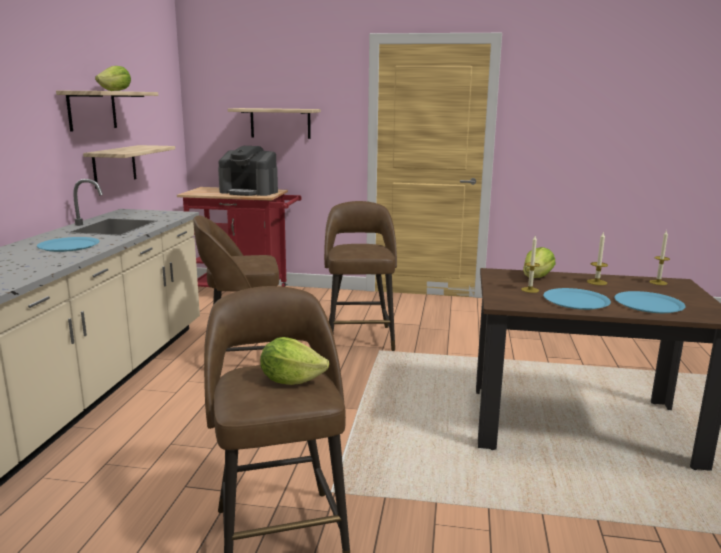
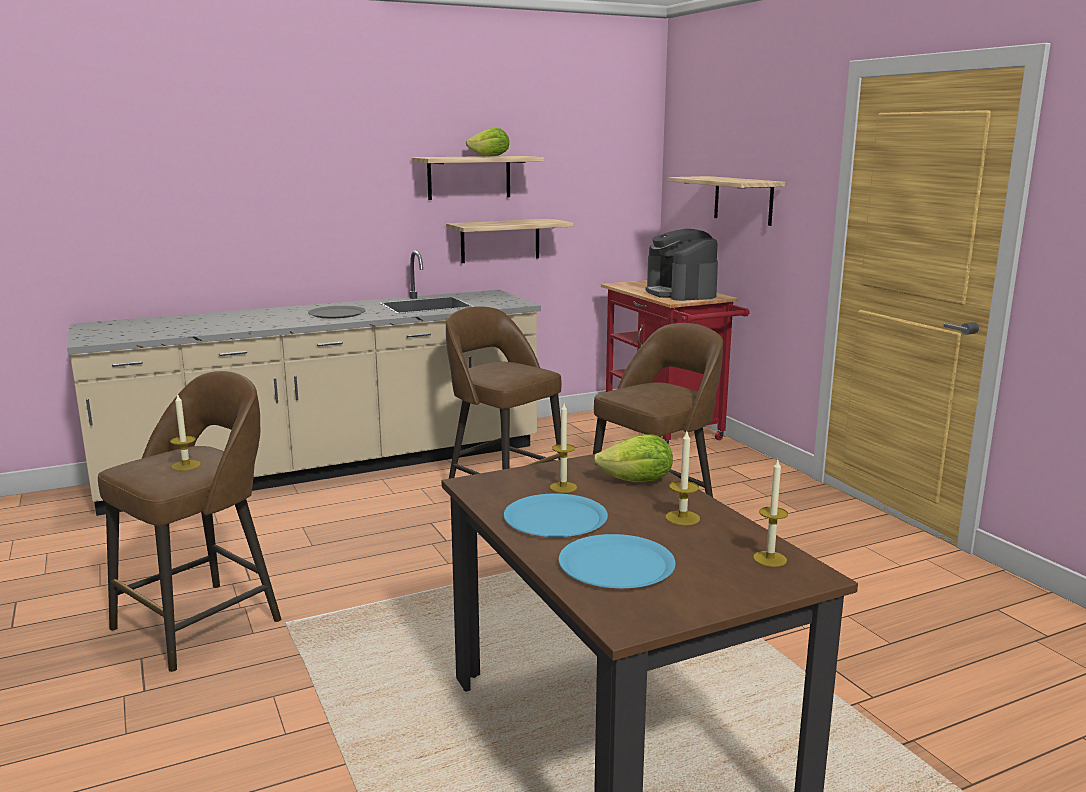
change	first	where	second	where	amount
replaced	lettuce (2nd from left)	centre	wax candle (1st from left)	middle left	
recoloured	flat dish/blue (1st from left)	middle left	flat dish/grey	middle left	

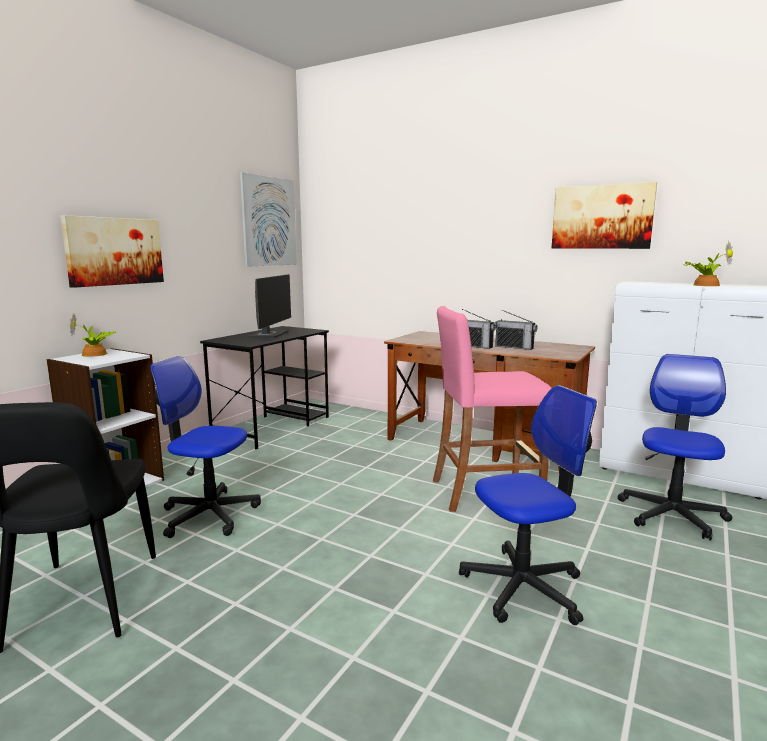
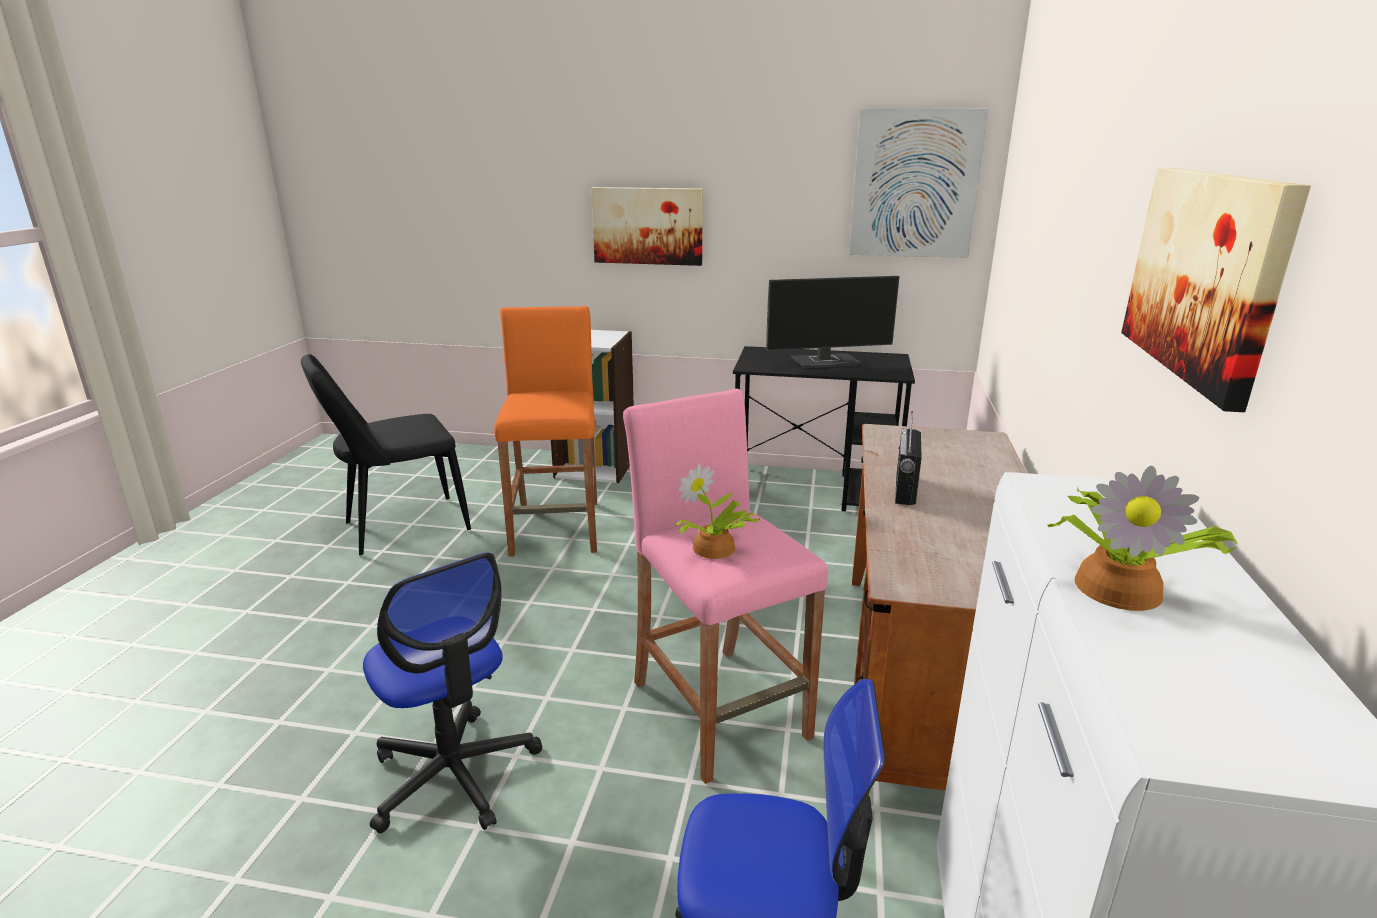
change	first	where	second	where	amount
removed	radio (2nd from left)	middle right			
moved	potted plant (1st from left)	middle left		centre	
replaced	office chair (1st from left)	middle left	stool/orange-coloured	centre	

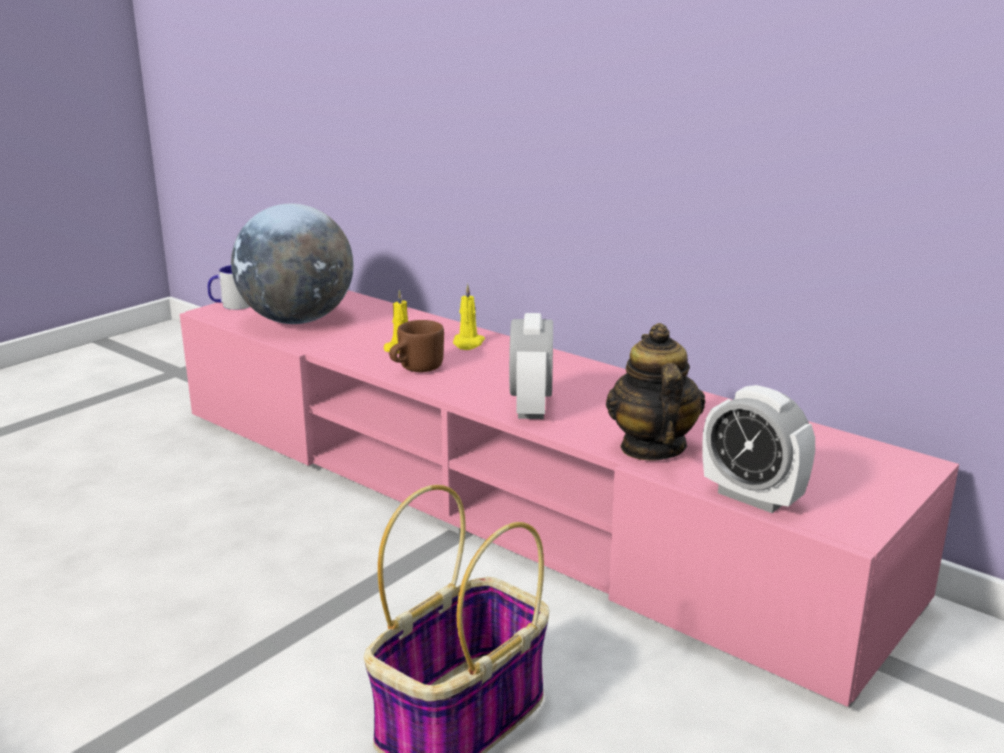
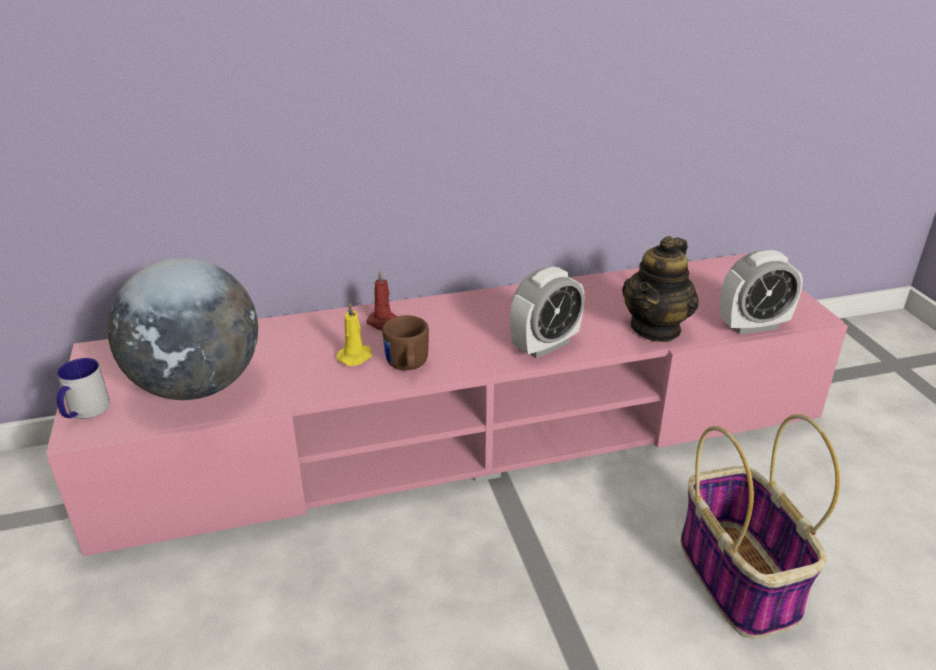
change	first	where	second	where	amount
recoloured	wax candle/yellow-coloured (2nd from left)	centre	wax candle/red-coloured	centre	
turned	table clock (1st from left)	centre		centre	105 degrees clockwise
turned	tea pot	centre		middle right	90 degrees counterclockwise

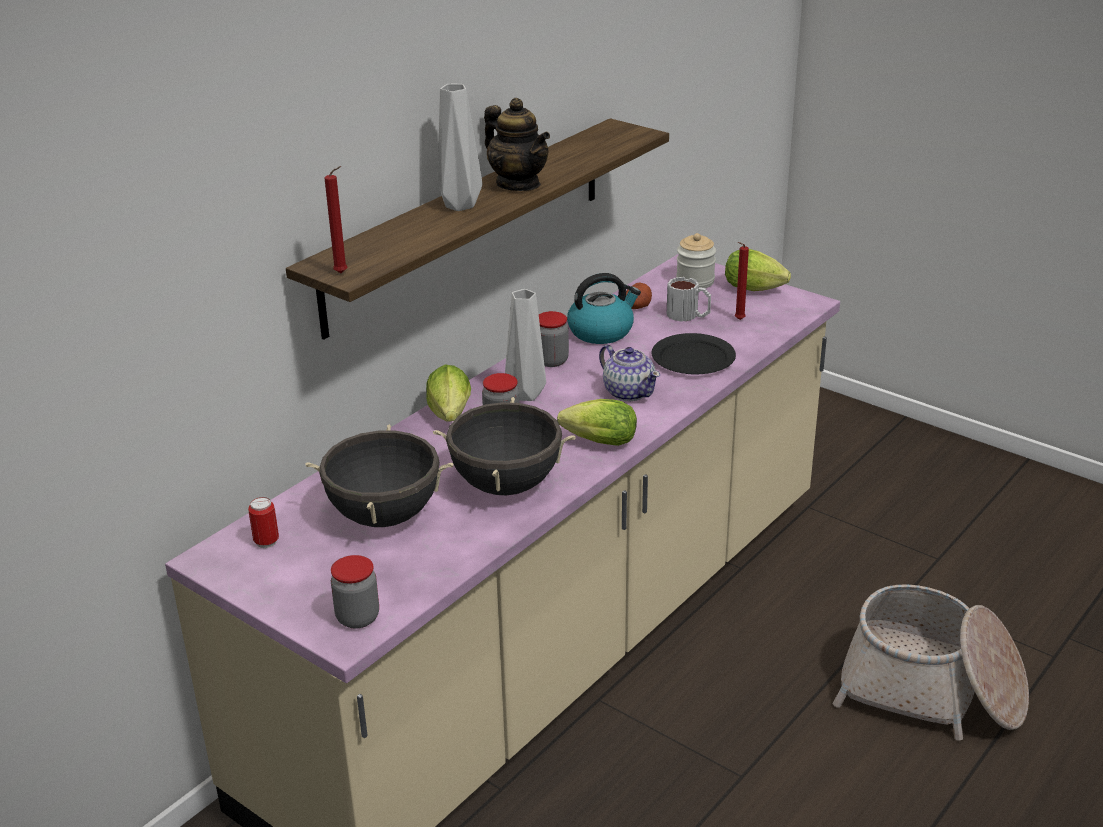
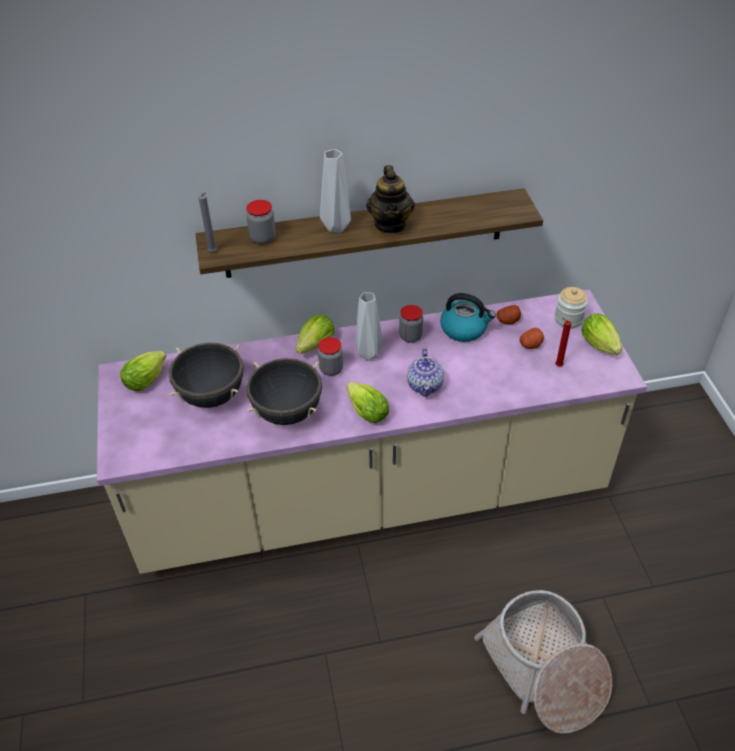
change	first	where	second	where	amount
removed	flat dish/blackish	centre			
moved	jar (1st from left)	bottom left		top centre	
replaced	sealed can	middle left	lettuce (1st from left)	middle left	
replaced	coffee mug	centre	potato (2nd from left)	middle right	
recoloured	wax candle/red-coloured (1st from left)	top left	wax candle/grey	top left	

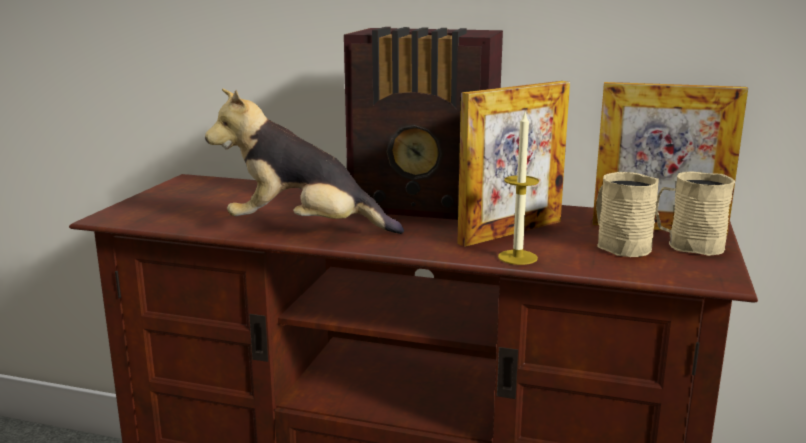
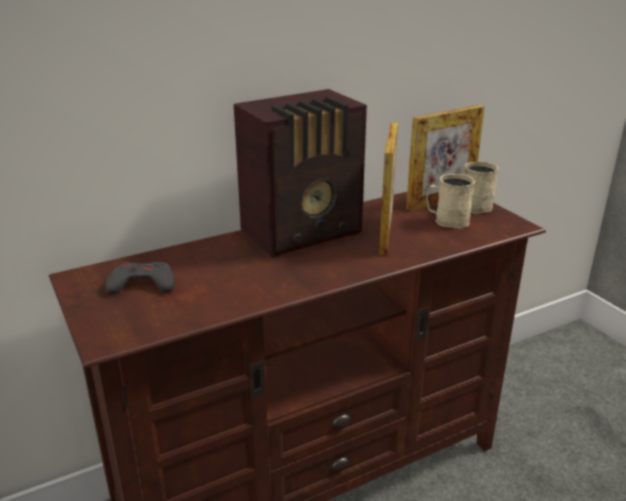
change	first	where	second	where	amount
removed	soft toy	centre			
removed	wax candle	centre			
added			gamepad/grey	middle left	

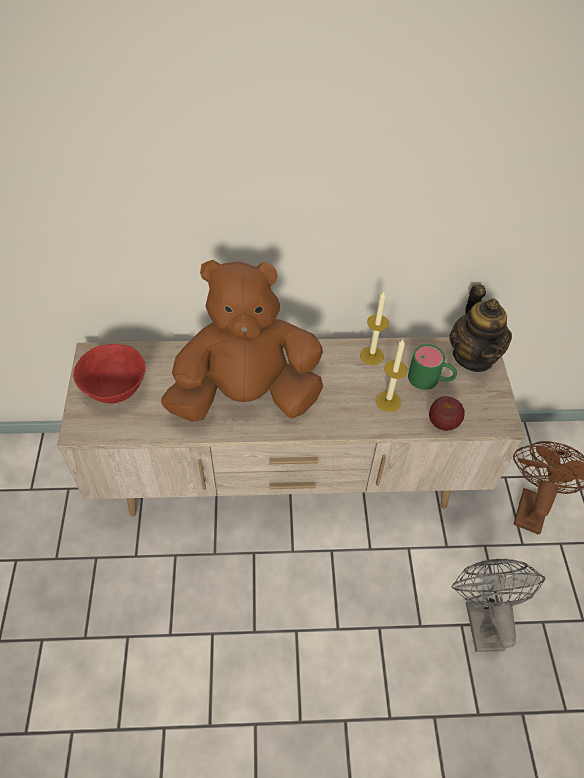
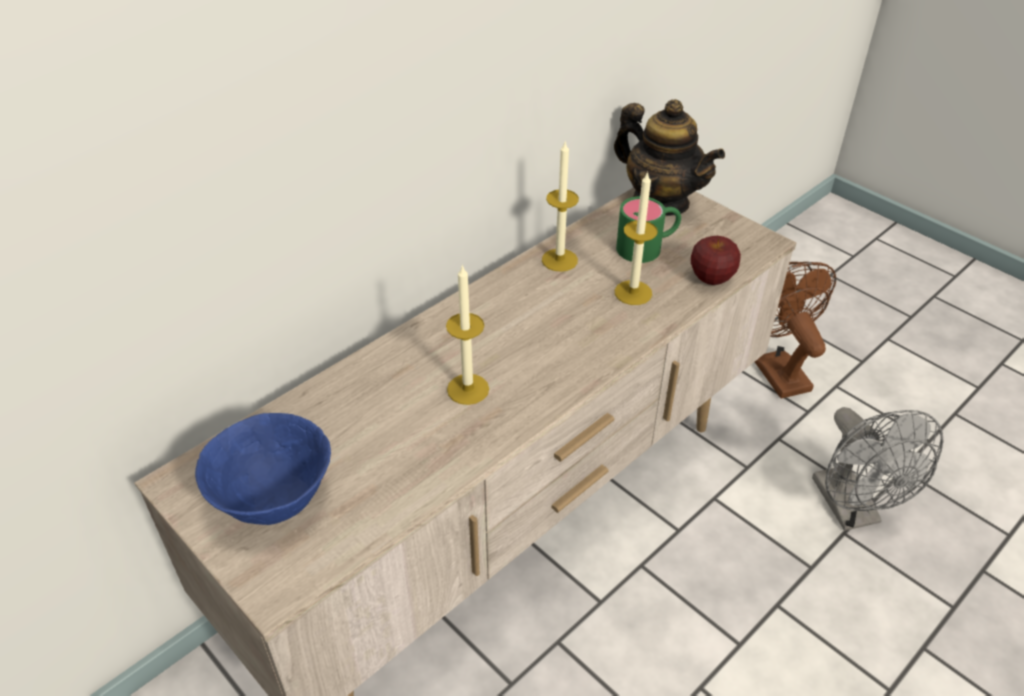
change	first	where	second	where	amount
replaced	soft toy/brown-coloured	centre	wax candle (1st from left)	centre	
recoloured	bowl/red-coloured	middle left	bowl/blue	bottom left	
turned	fan/grey	bottom right		bottom right	150 degrees counterclockwise

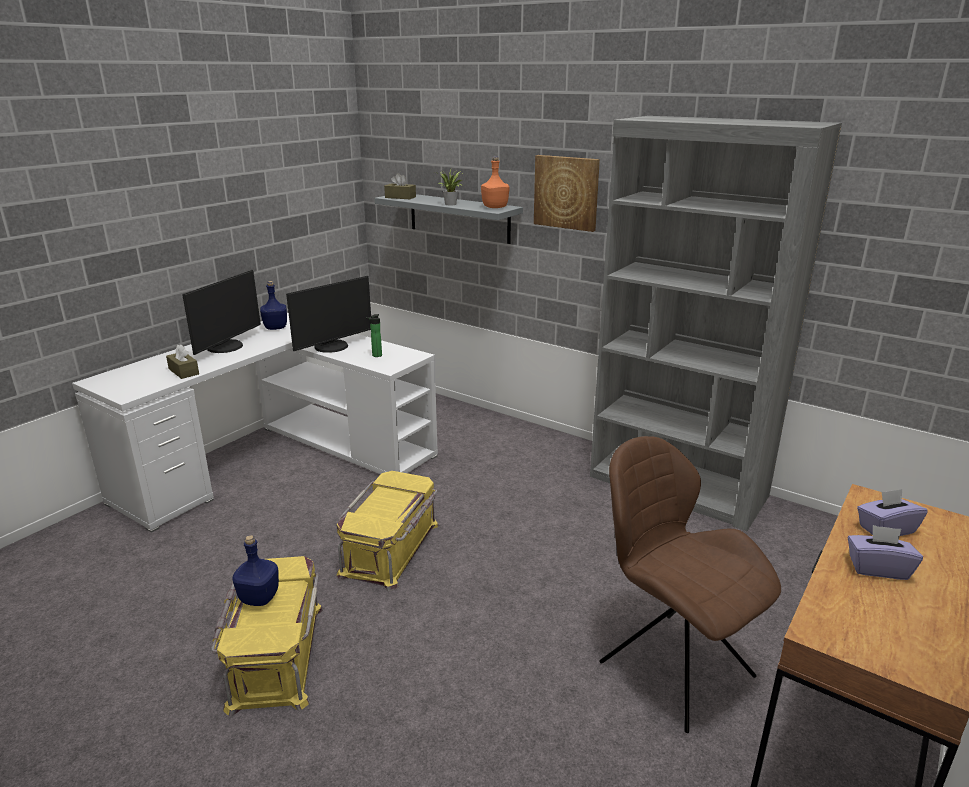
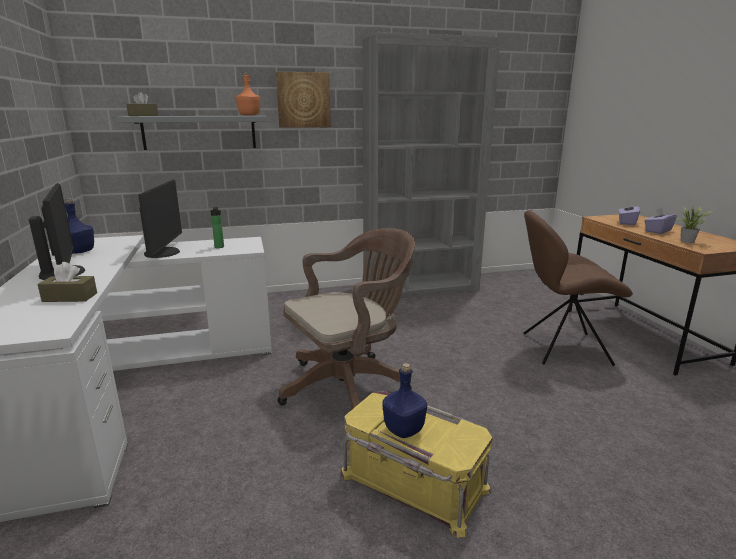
change	first	where	second	where	amount
moved	potted plant	top centre		middle right	
replaced	storage container/yellow-coloured (2nd from left)	bottom centre	office chair/brown-coloured	centre	

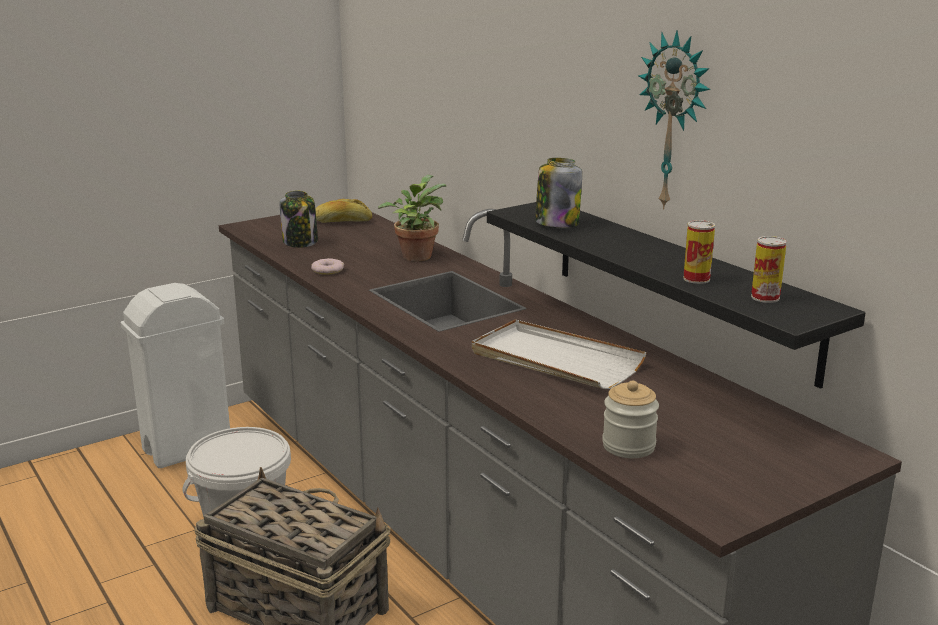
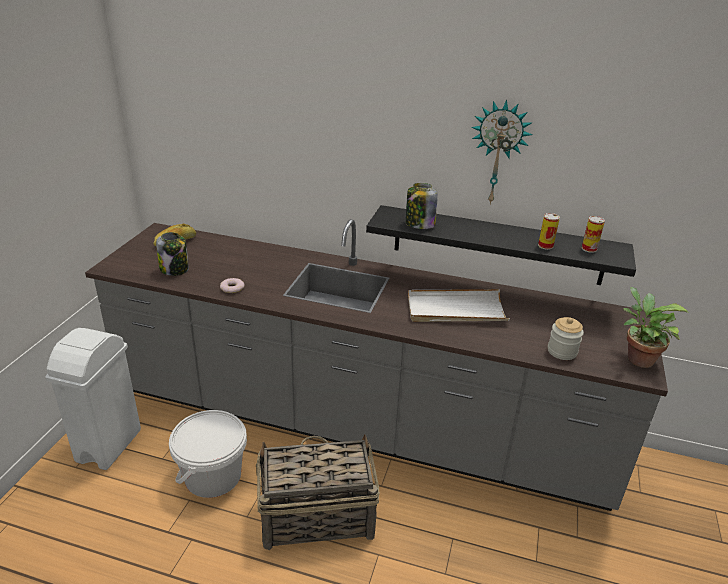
change	first	where	second	where	amount
moved	potted plant	centre		middle right	

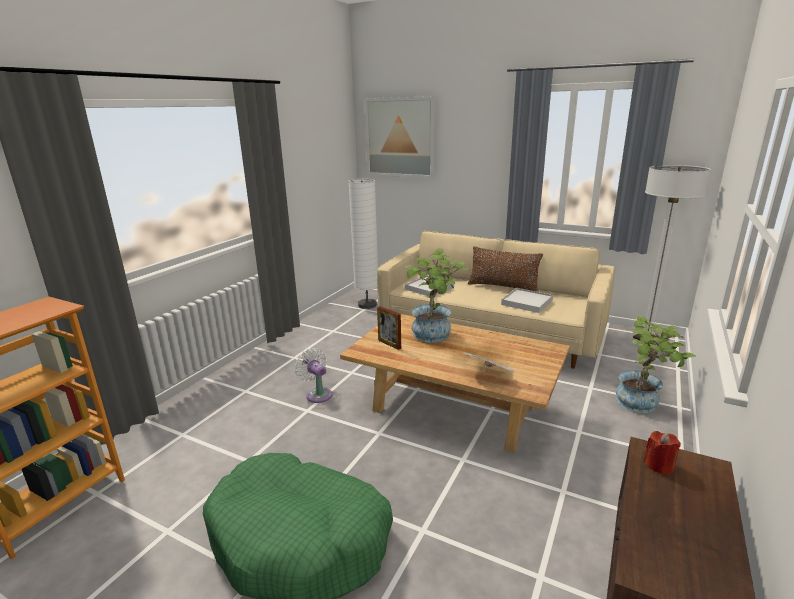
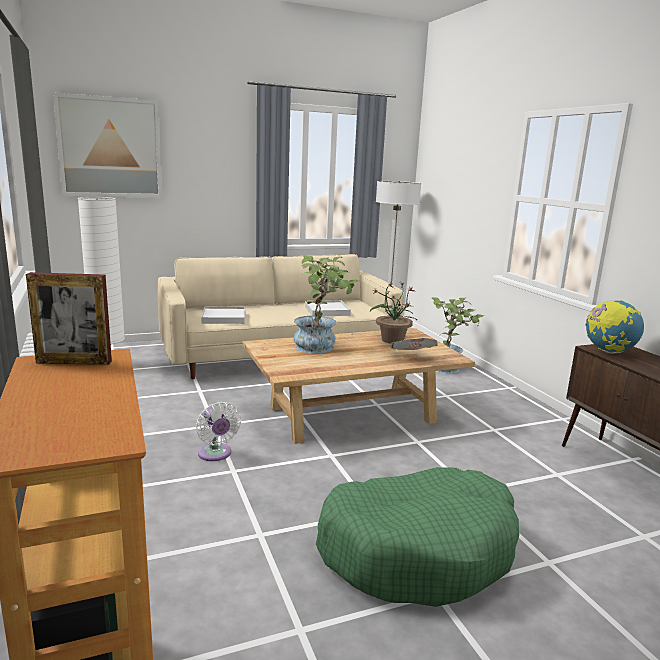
change	first	where	second	where	amount
removed	pillow/brown-coloured	centre			
added			potted plant (2nd from left)	centre	
moved	photo frame	centre		middle left	
replaced	wax candle/red-coloured	bottom right	desk globe	middle right	
turned	fan/whitish	centre		middle left	120 degrees counterclockwise

